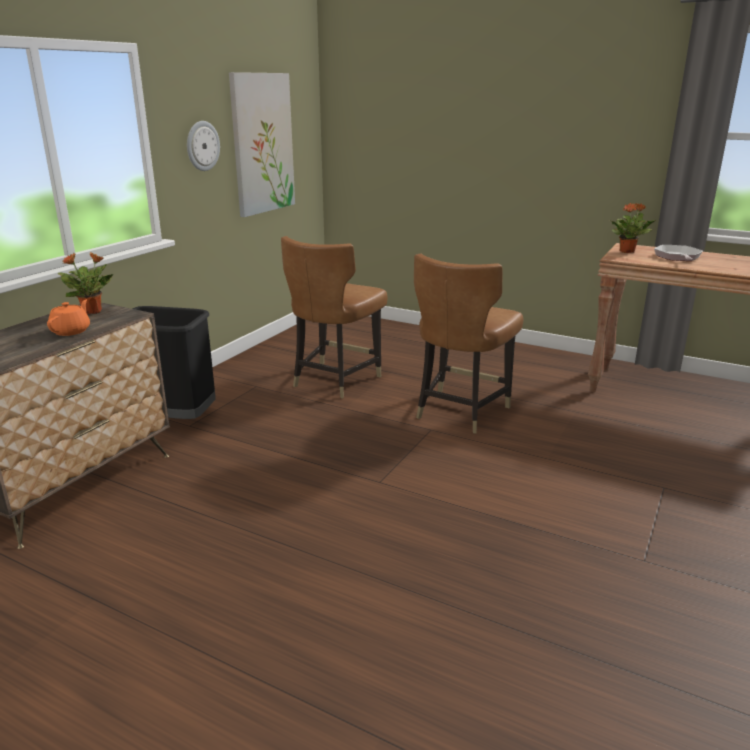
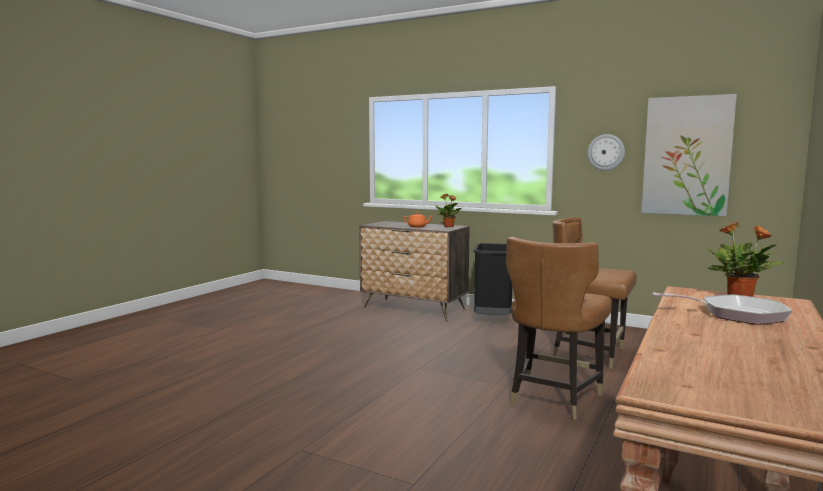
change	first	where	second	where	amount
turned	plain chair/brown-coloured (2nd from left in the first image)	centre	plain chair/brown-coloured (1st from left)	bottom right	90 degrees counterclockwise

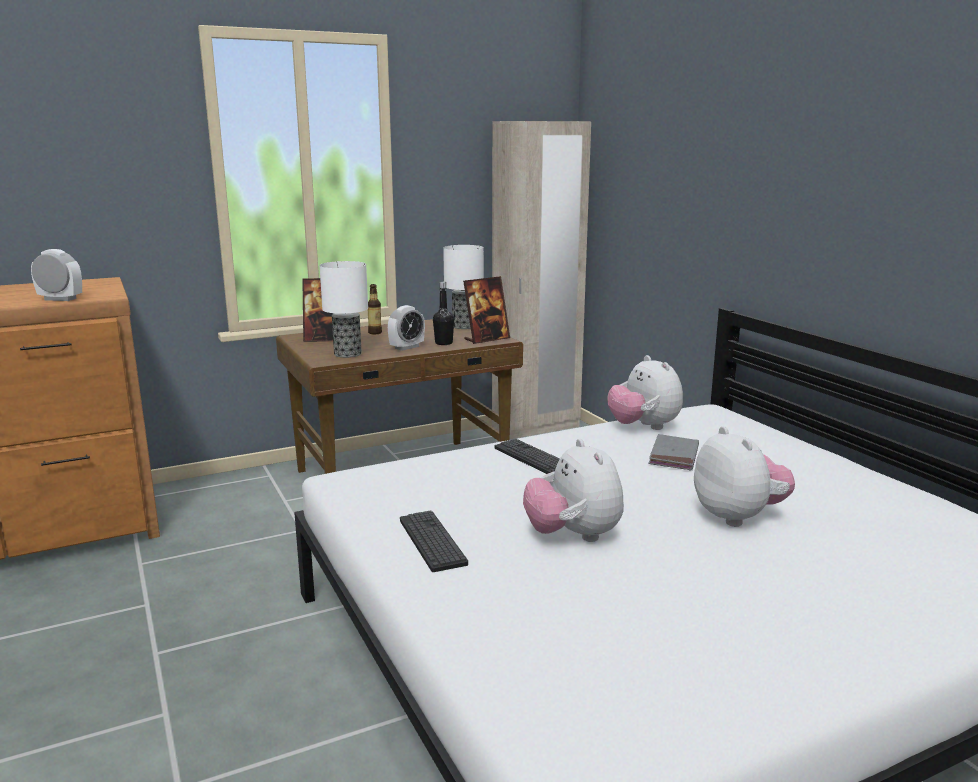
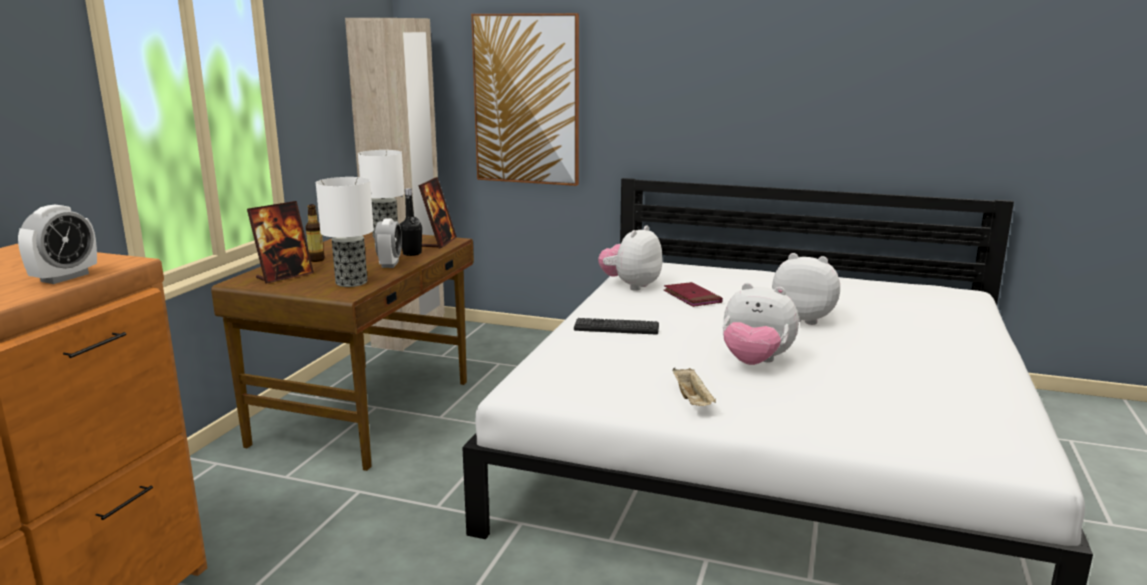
change	first	where	second	where	amount
added			wall art	top centre	
replaced	keyboard (1st from left)	bottom centre	tray/beige	centre	
recoloured	volume/grey	middle right	volume/red-coloured	centre	
turned	table clock (1st from left)	middle left		middle left	150 degrees clockwise
turned	soft toy (2nd from left in the first image)	centre	soft toy (1st from left)	centre	105 degrees clockwise

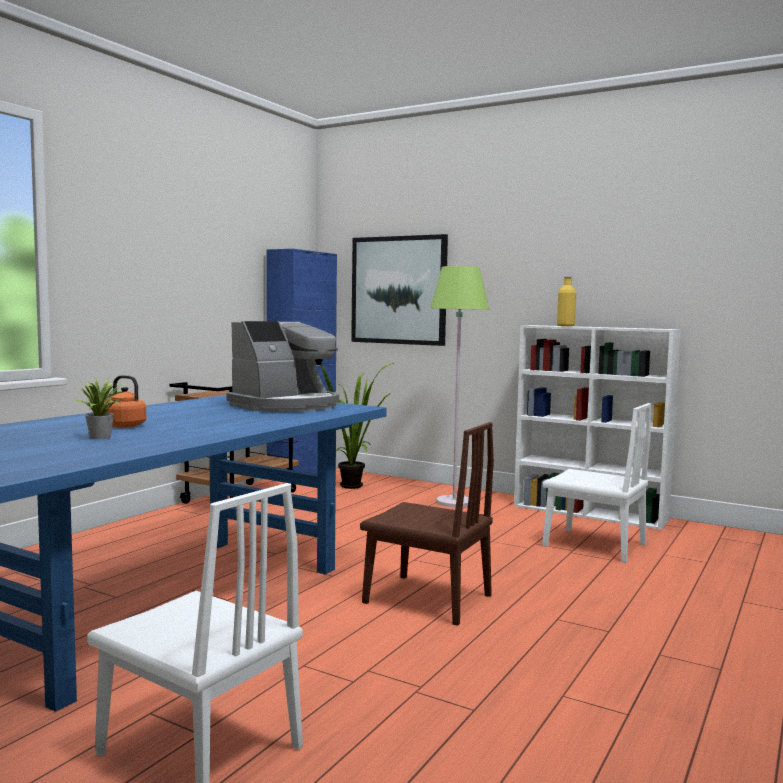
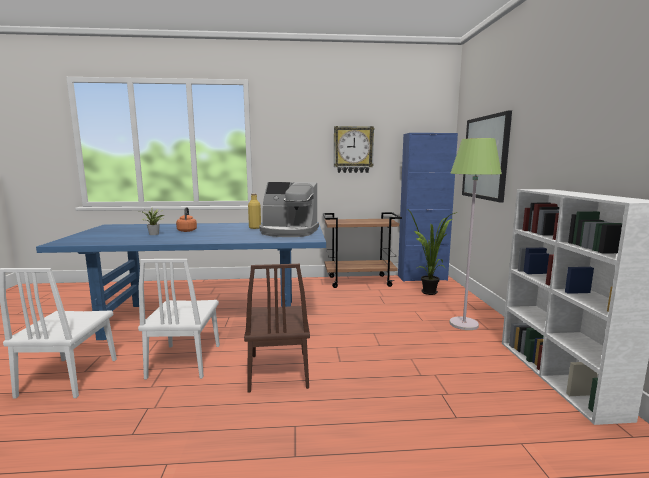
change	first	where	second	where	amount
added			hanging clock	top centre	
moved	plain chair/whitish (2nd from left)	middle right		bottom left	
moved	drink bottle/yellow-coloured	middle right		centre	

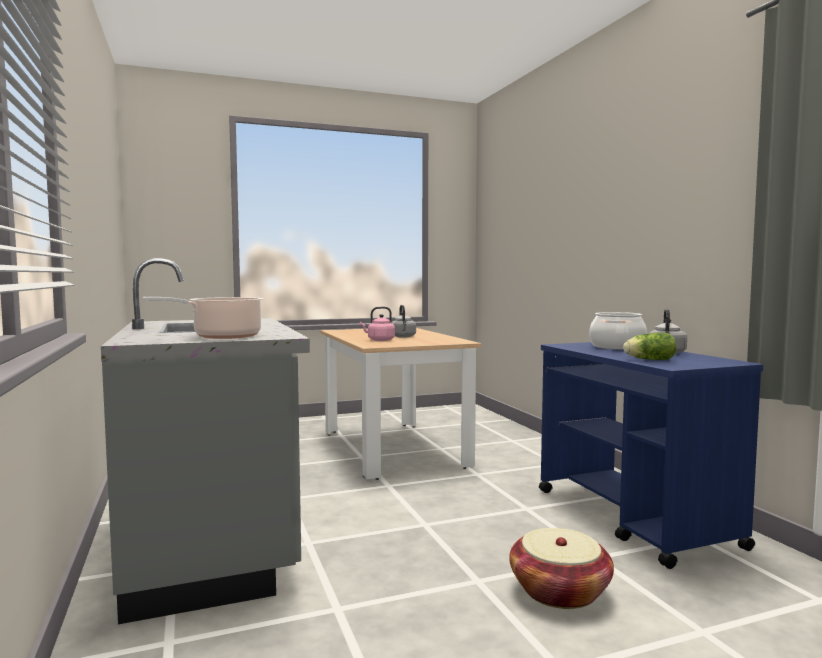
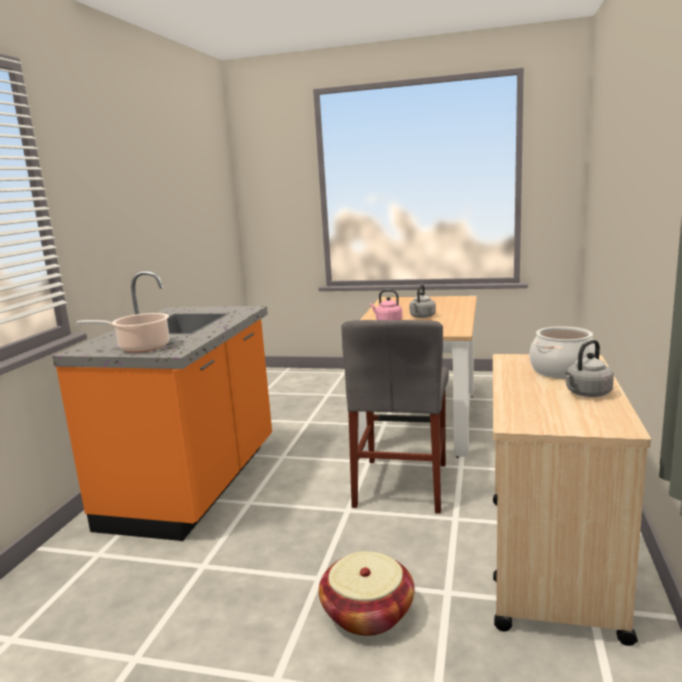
change	first	where	second	where	amount
removed	lettuce	middle right			
added			plain chair/grey	centre	
recoloured	kitchen counter/grey	bottom left	kitchen counter/orange-coloured	middle left	
recoloured	cart/blue	bottom right	cart/beige	bottom right	

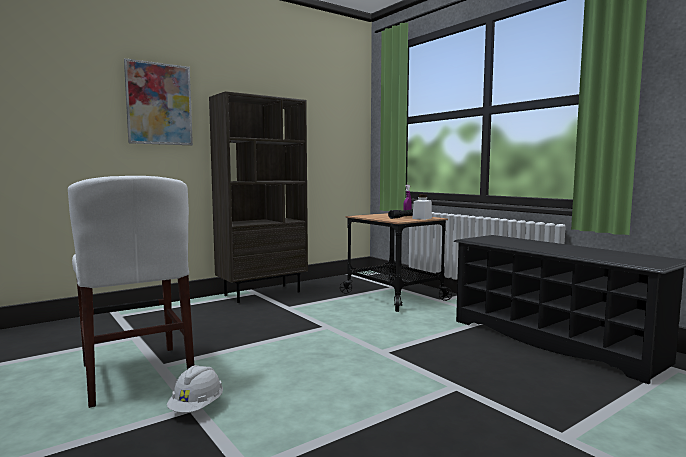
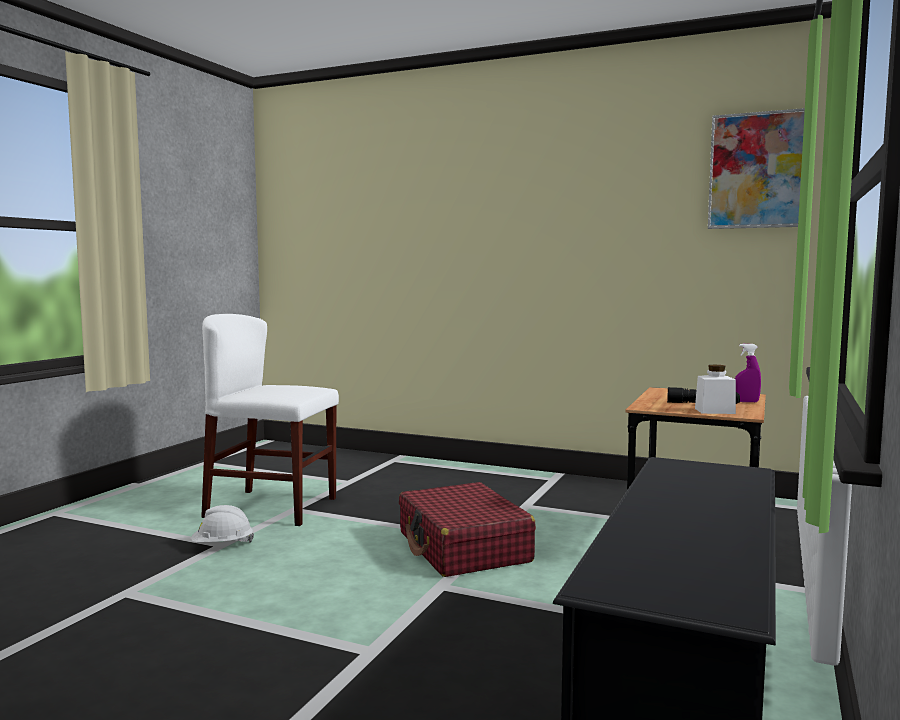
change	first	where	second	where	amount
removed	shelving unit/brown-coloured	centre			
added			travel case/red-coloured	bottom centre	
moved	wall art	top left		top right	
turned	plain chair/whitish	middle left		middle left	75 degrees clockwise

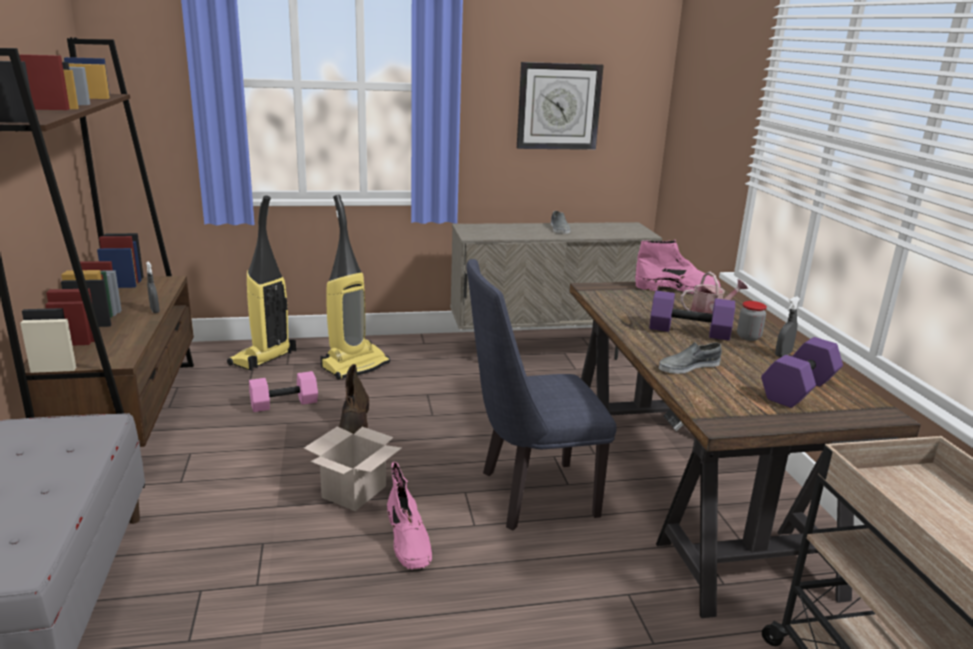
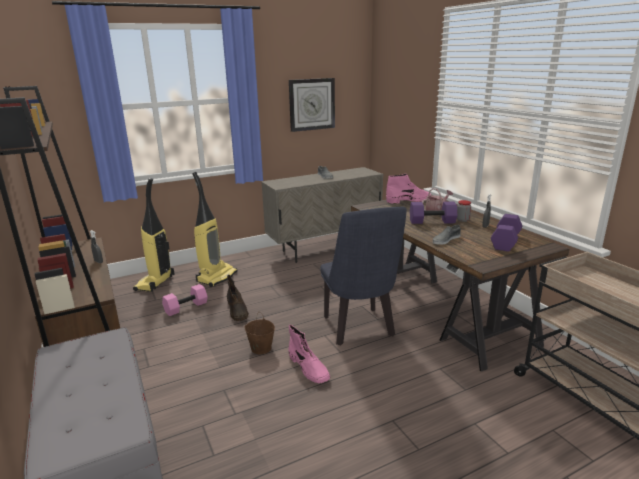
change	first	where	second	where	amount
replaced	carton	bottom centre	pail/brown-coloured	bottom centre	
turned	plain chair/blue	centre		centre	75 degrees counterclockwise

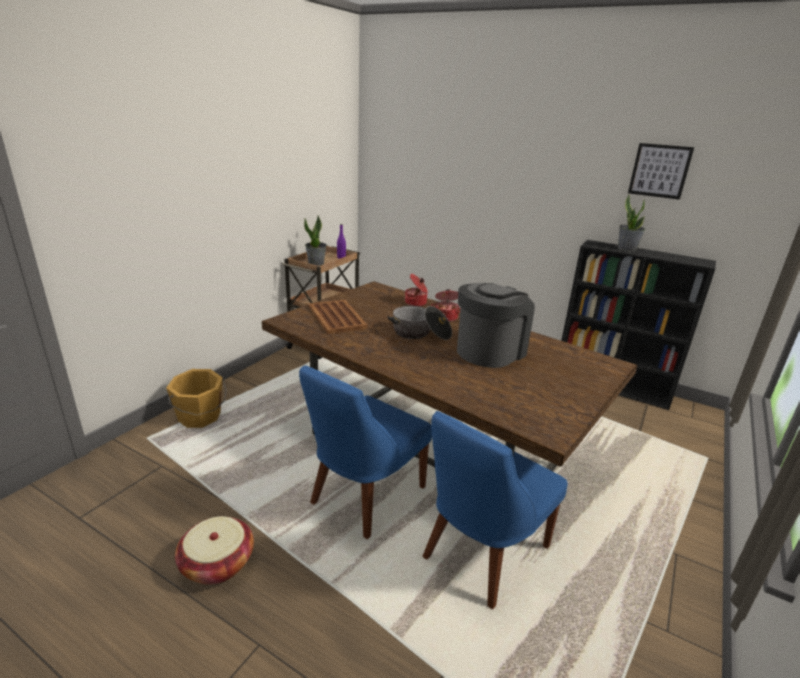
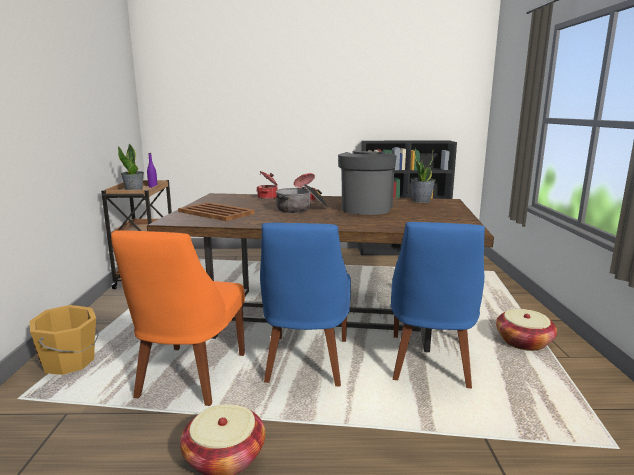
change	first	where	second	where	amount
removed	wall art	top right			
added			plain chair/orange-coloured	bottom left	
added			household basket (2nd from left)	bottom right	
moved	potted plant (2nd from left)	top right		middle right	

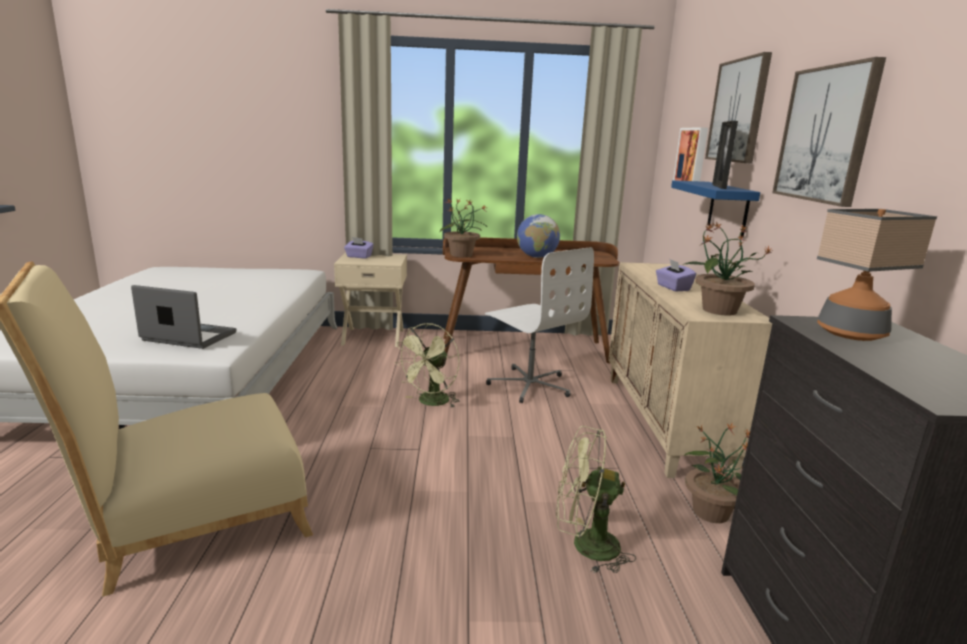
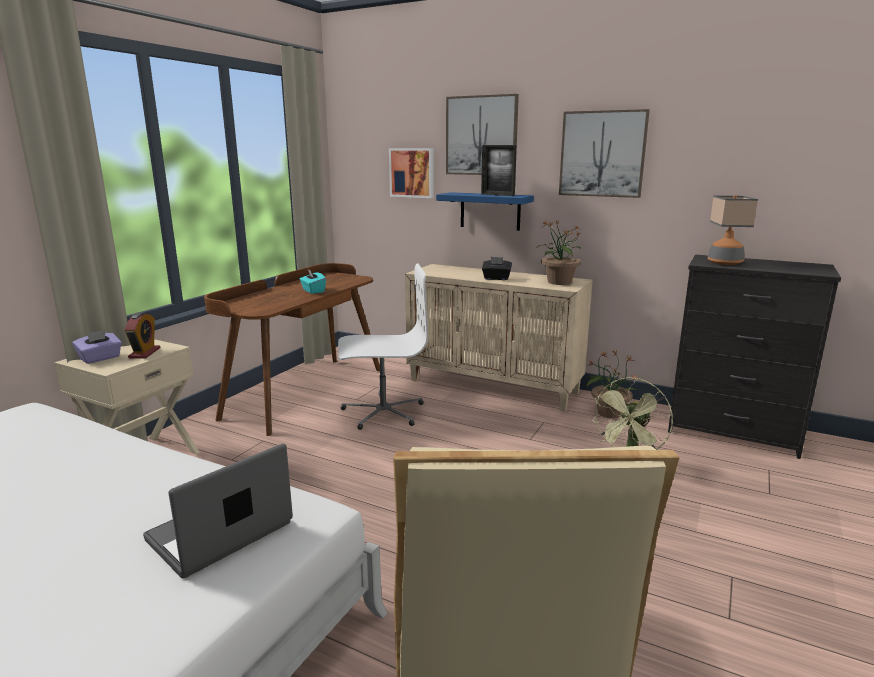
change	first	where	second	where	amount
removed	fan/green (1st from left)	centre			
removed	potted plant (1st from left)	centre			
added			table clock	middle left	
replaced	desk globe	centre	tissue holder/blue-green	centre	
recoloured	tissue holder/purple-coloured (2nd from left)	middle right	tissue holder/blackish	centre	

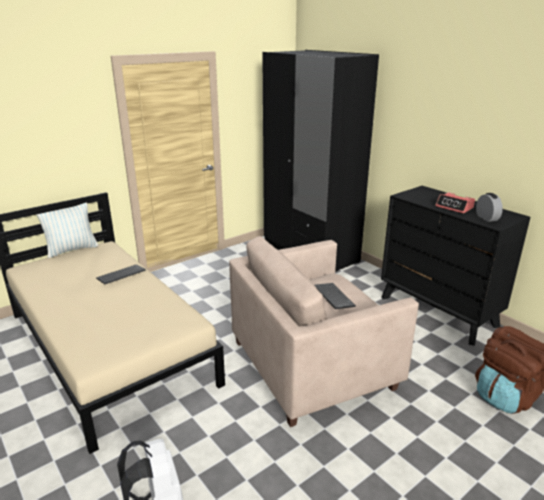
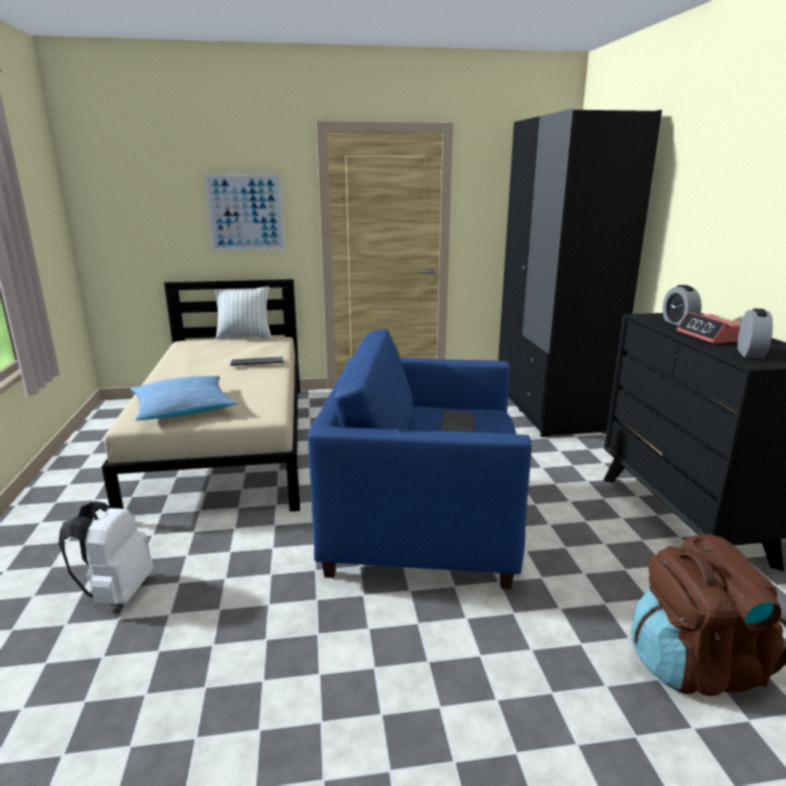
change	first	where	second	where	amount
added			pillow (1st from left)	middle left	
added			wall art	top left	
added			table clock (1st from left)	middle right	
recoloured	easy chair/beige	centre	easy chair/blue	centre	

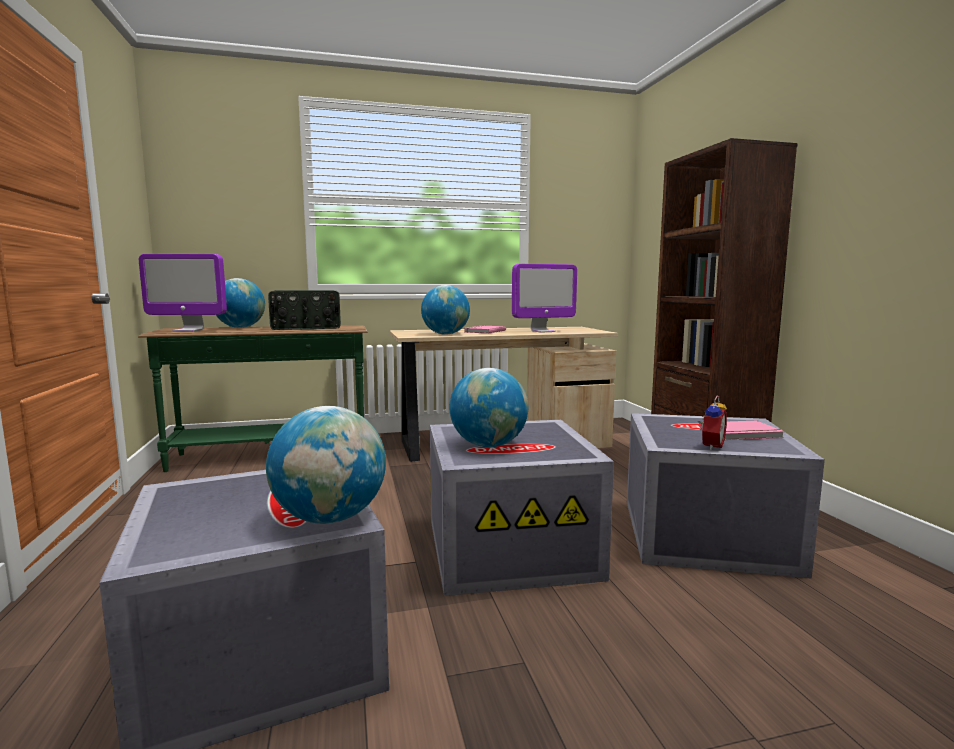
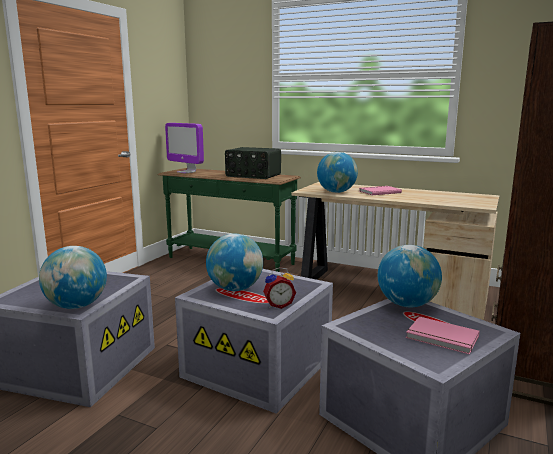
change	first	where	second	where	amount
removed	computer display (2nd from left)	centre			
moved	desk globe (1st from left in the first image)	middle left	desk globe (4th from left)	middle right	
moved	table clock	middle right		centre	

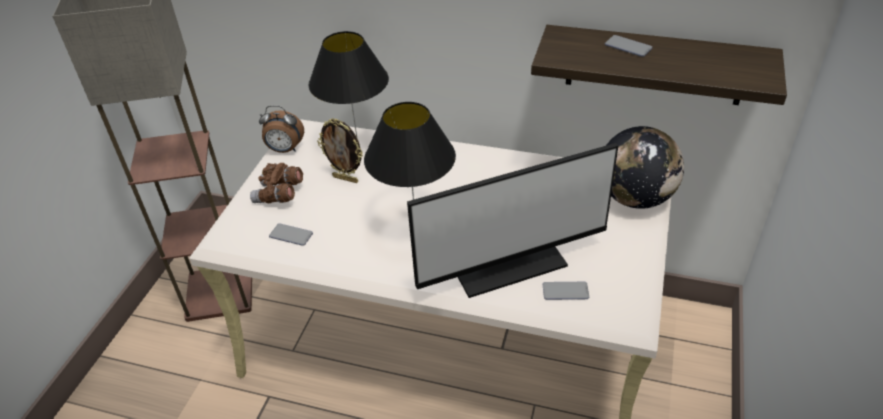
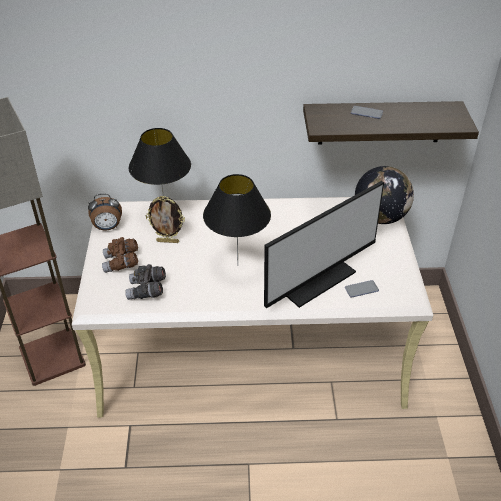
change	first	where	second	where	amount
replaced	phone (1st from left)	middle left	field glasses/grey	middle left	

